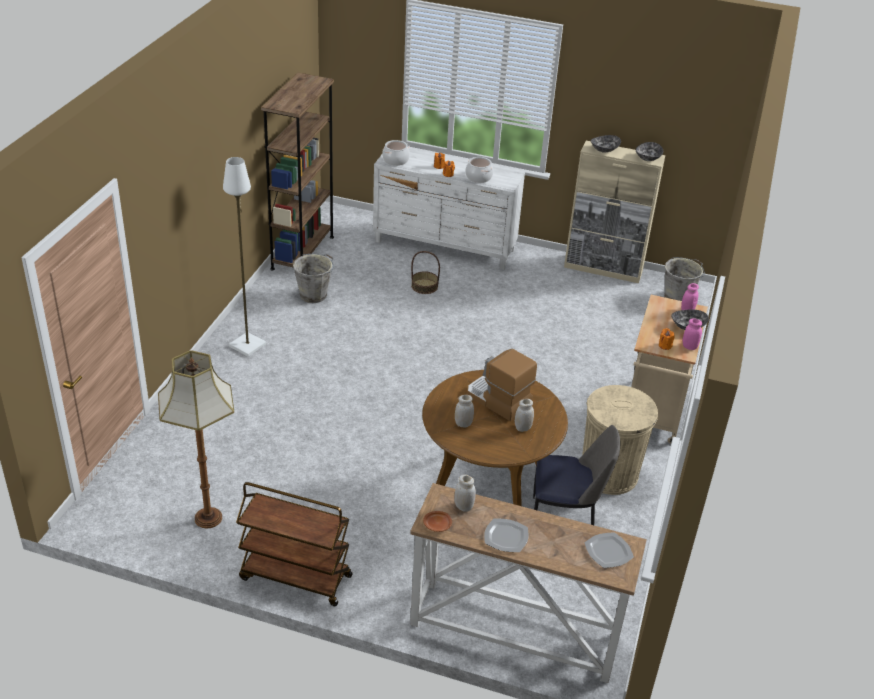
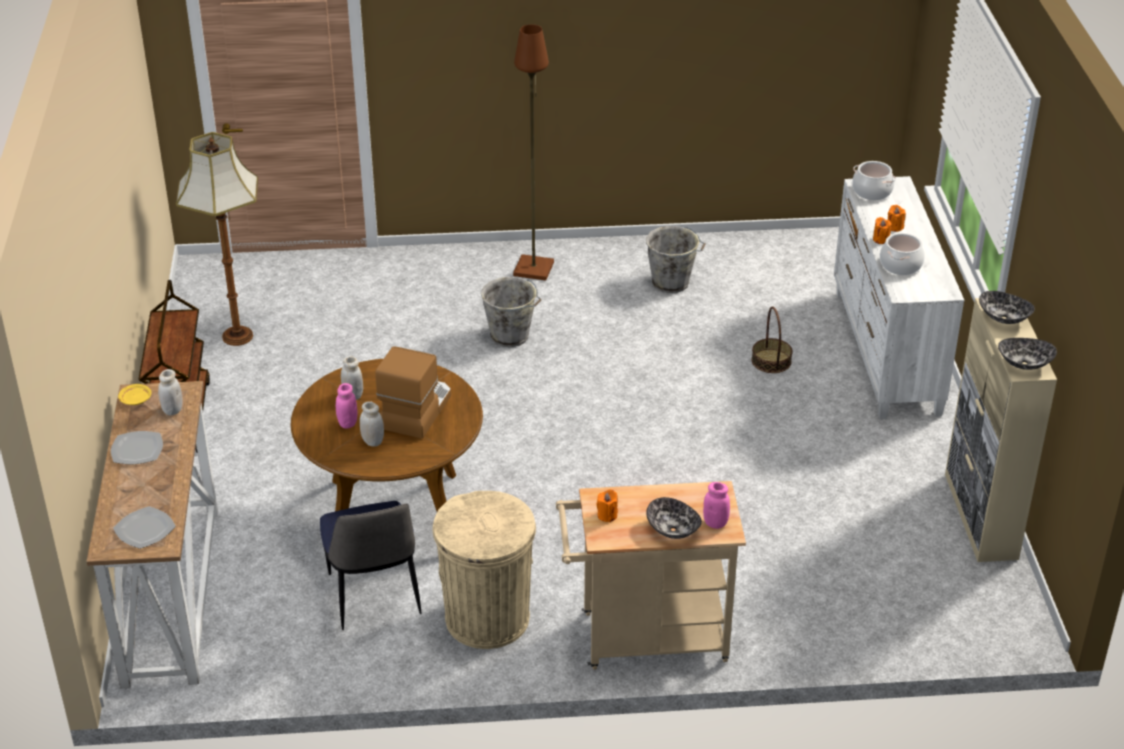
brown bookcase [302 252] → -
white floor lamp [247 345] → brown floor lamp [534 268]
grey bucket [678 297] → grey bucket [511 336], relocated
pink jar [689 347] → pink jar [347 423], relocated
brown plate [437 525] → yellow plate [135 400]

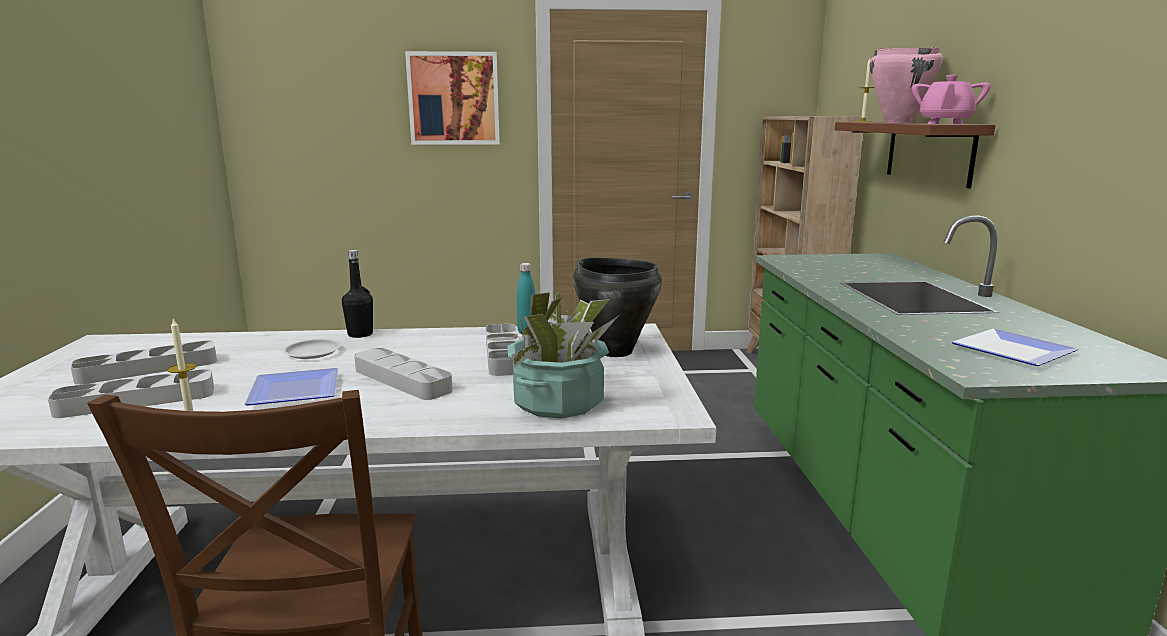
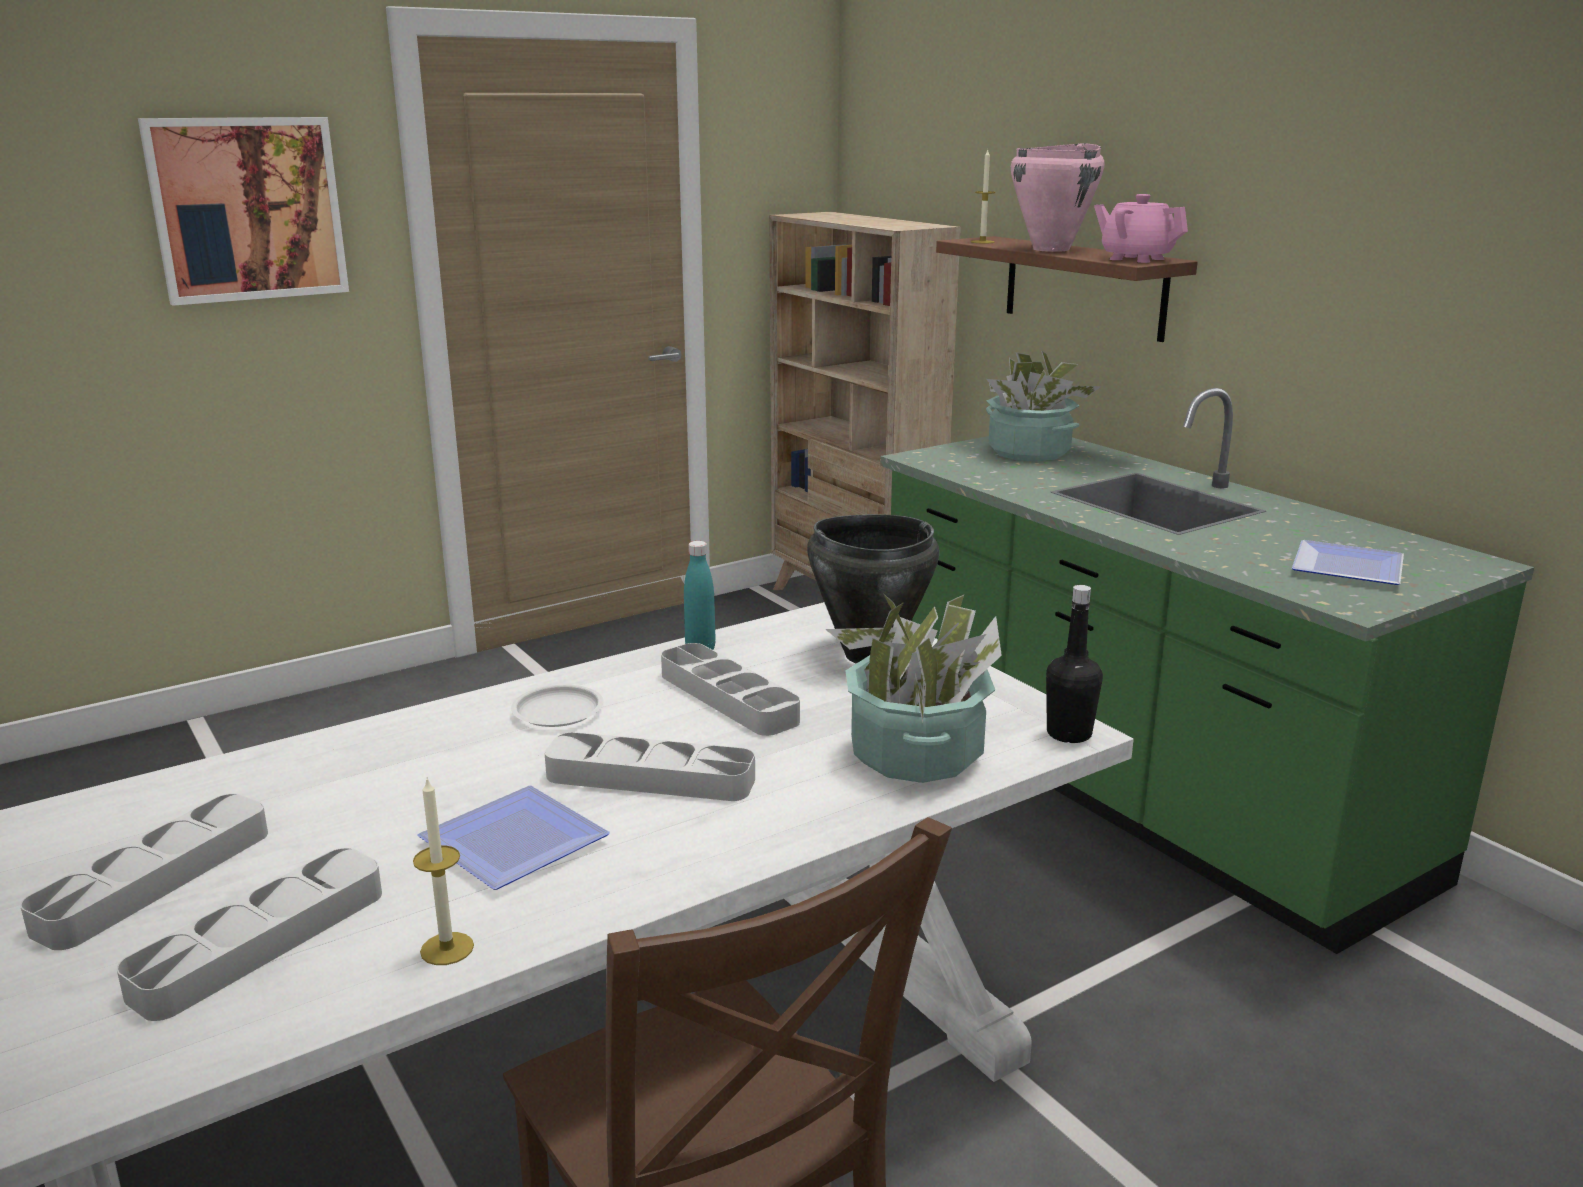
pink teapot [945 123] → pink teapot [1136 259], 135 degrees clockwise
black bottle [360 334] → black bottle [1069 734], relocated
white plate [313 352] → white plate [558 711], relocated
- → potted plant [1028 452]

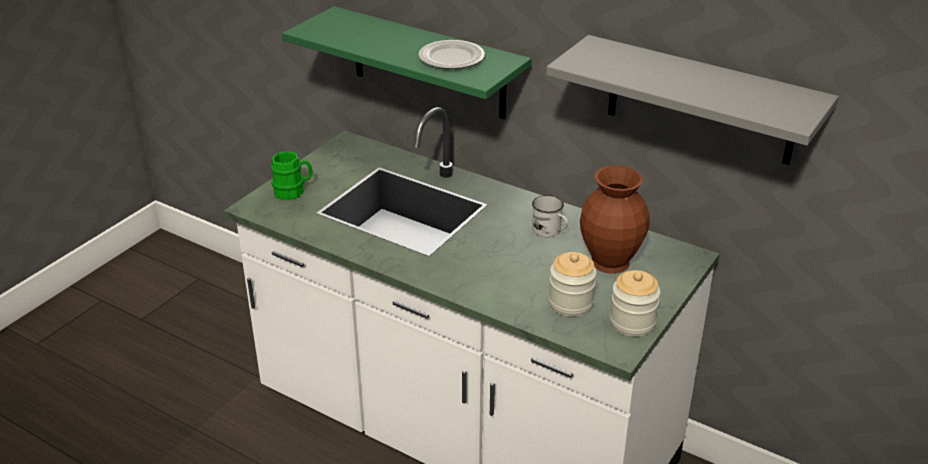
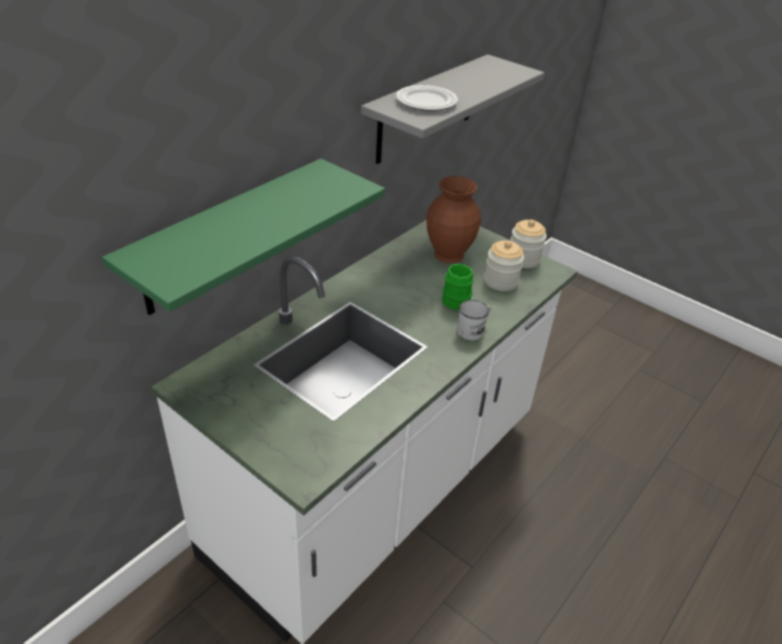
plate [451 58] → plate [426 102], relocated
green mug [293 191] → green mug [455 299], relocated
white mug [550 231] → white mug [473 330], relocated

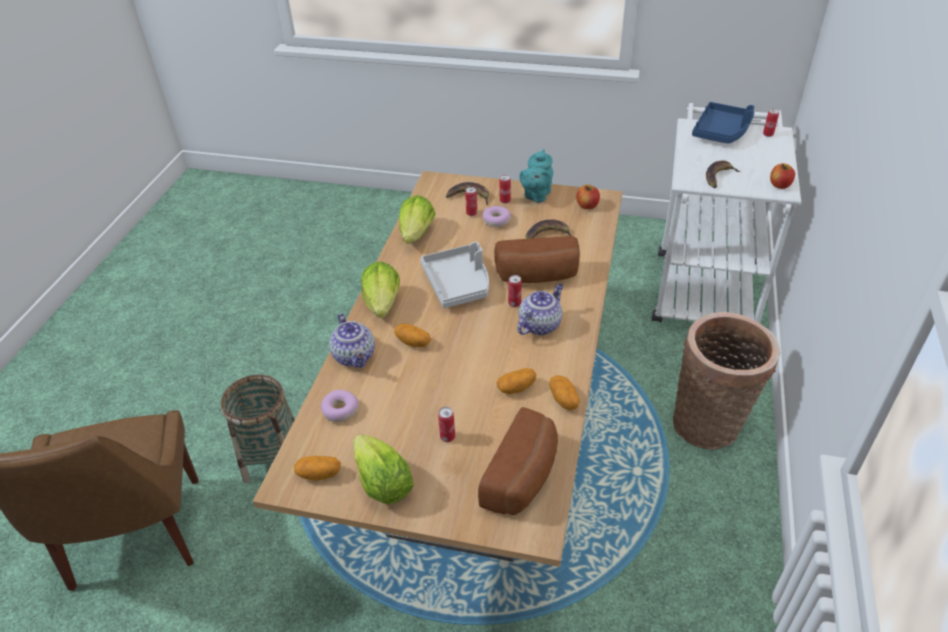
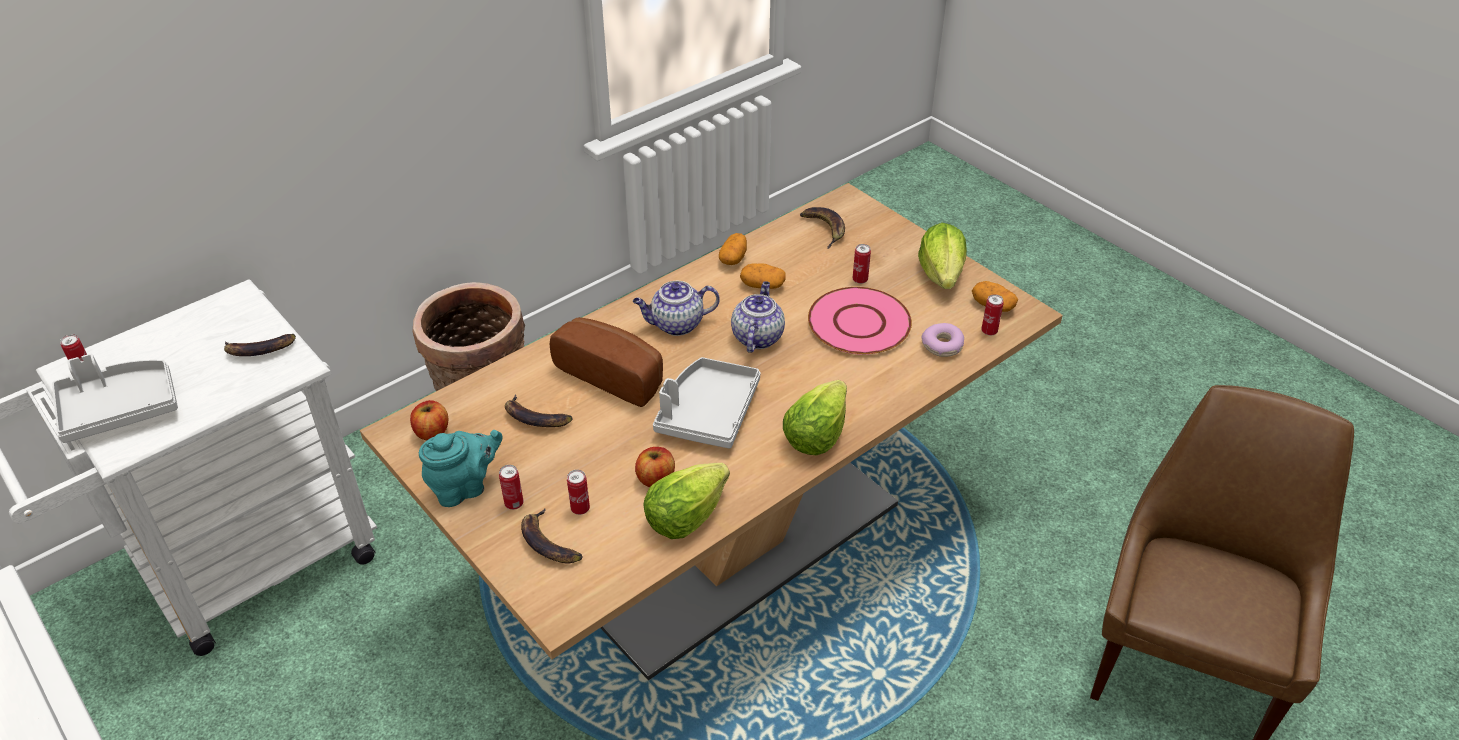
blue tray [721 132] → grey tray [119 408]
apple [780 185] → apple [655 478], relocated
donut [496 221] → -
can [514 303] → can [989 331], relocated
teapot [355 357] → teapot [757 337], relocated
potato [413 342] → -
basket [272 458] → -
bread [524 477] → banana [824 229]
- → pink plate [859 323]

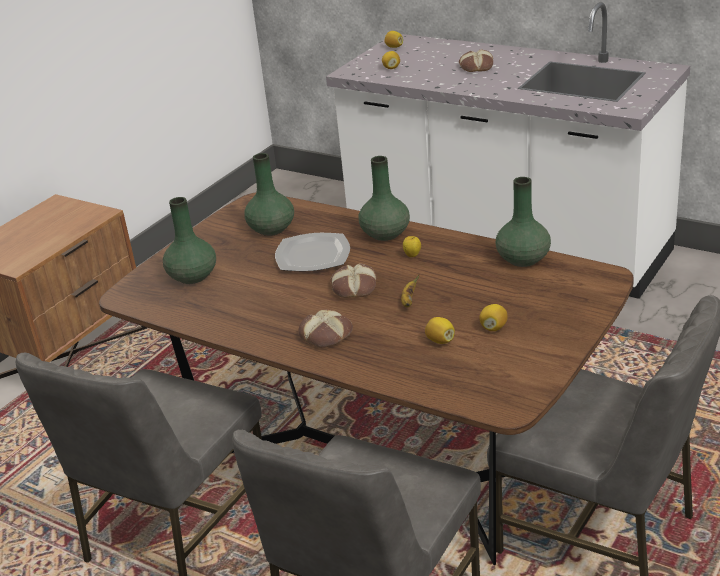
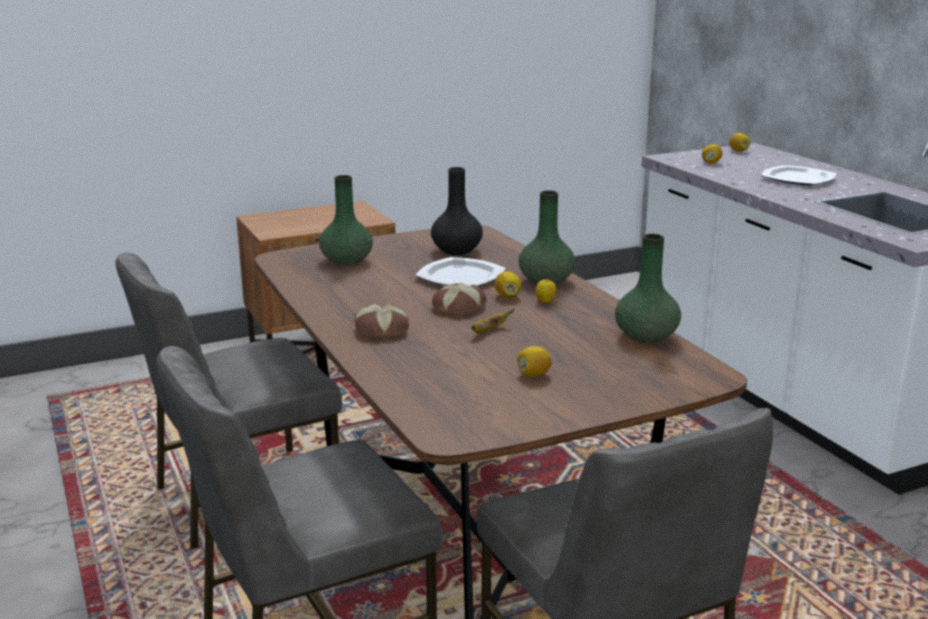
bread [476 66] → plate [797 178]
green vase [271 229] → black vase [456 250]
lemon [440 341] → lemon [507 296], relocated

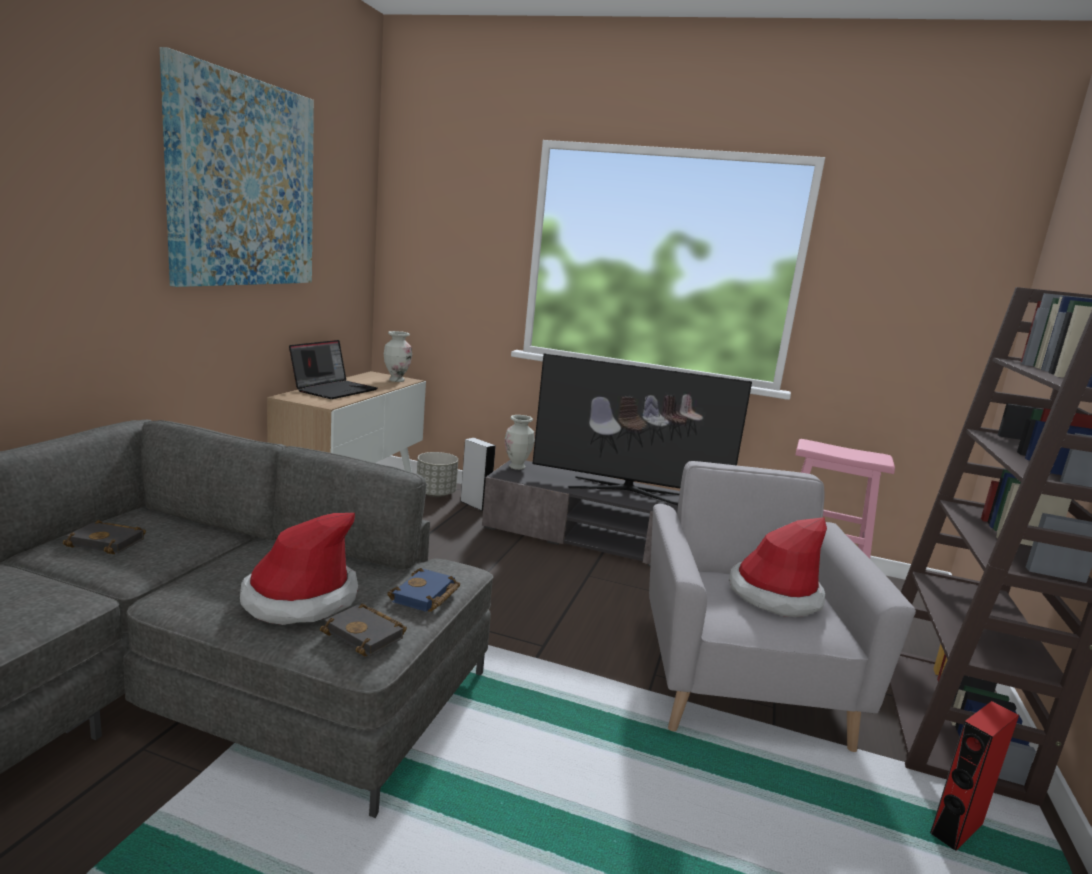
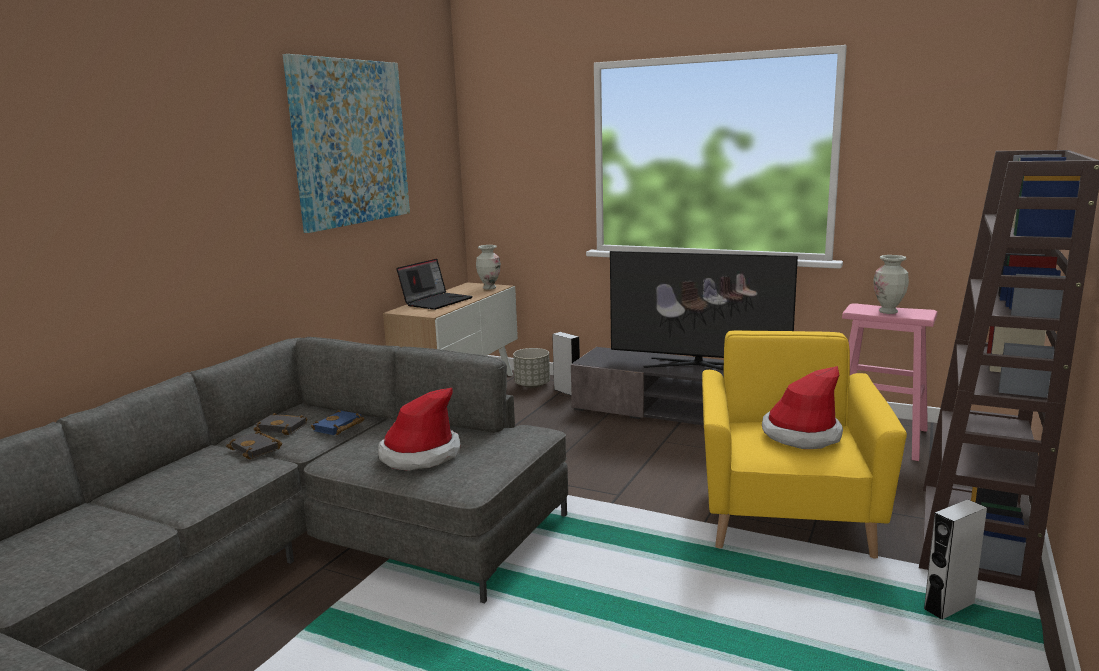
vase [517 467] → vase [888 312], relocated
grey armchair [740 681] → yellow armchair [786 513]
blue book [425 596] → blue book [338 427], relocated
black book [367 635] → black book [257 449], relocated
red speaker [956 830] → grey speaker [949 607]

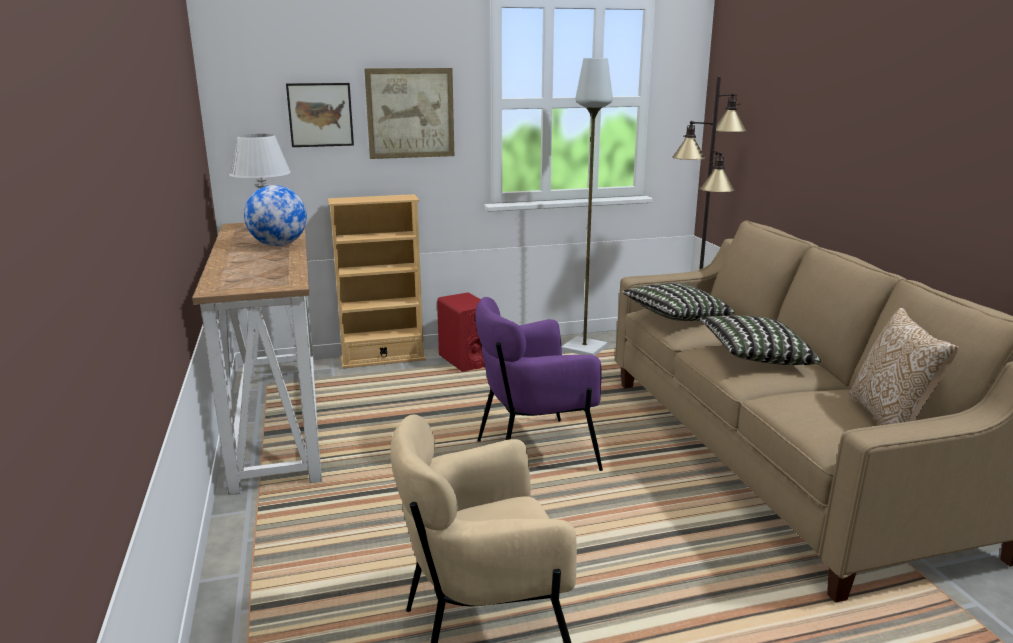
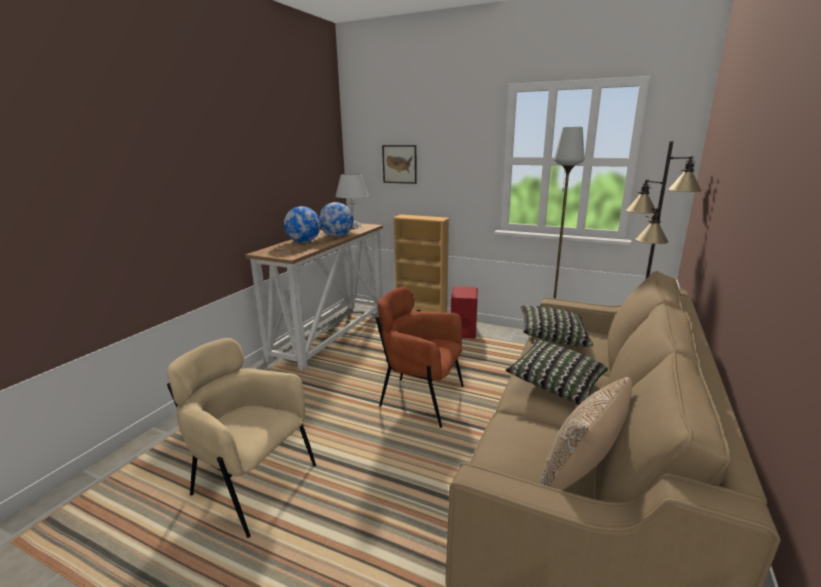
picture [410 113] → -
purple armchair [535 452] → brown armchair [421 399]
- → globe [304 242]

